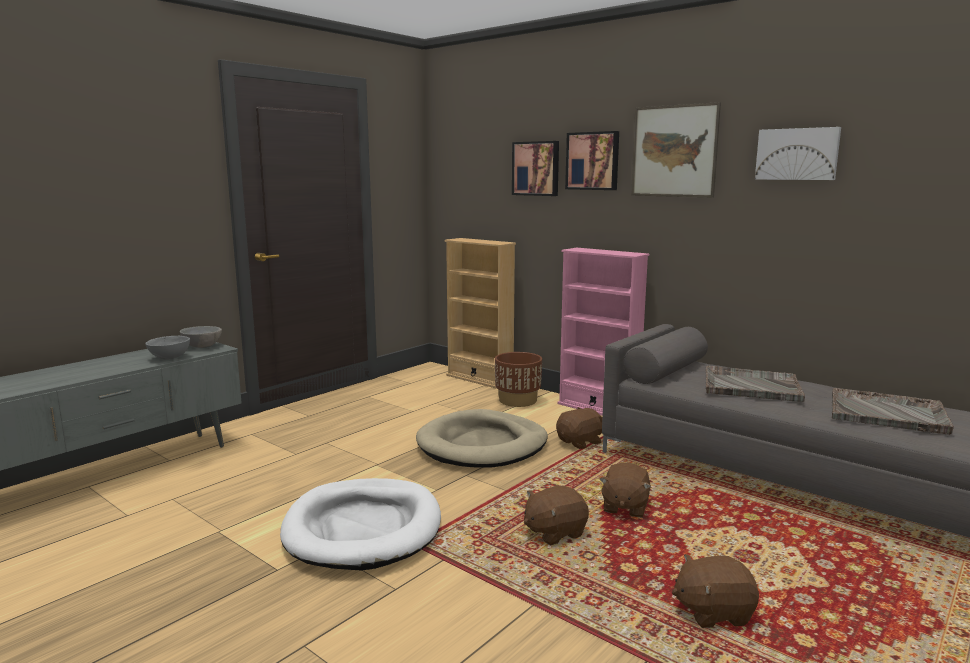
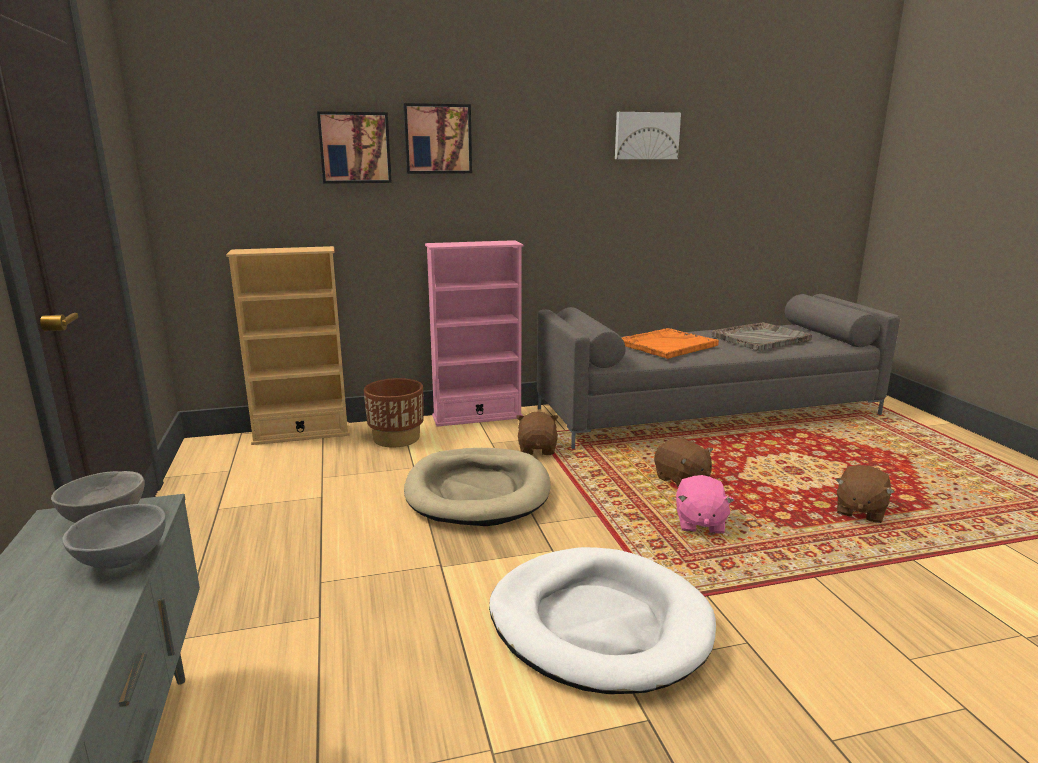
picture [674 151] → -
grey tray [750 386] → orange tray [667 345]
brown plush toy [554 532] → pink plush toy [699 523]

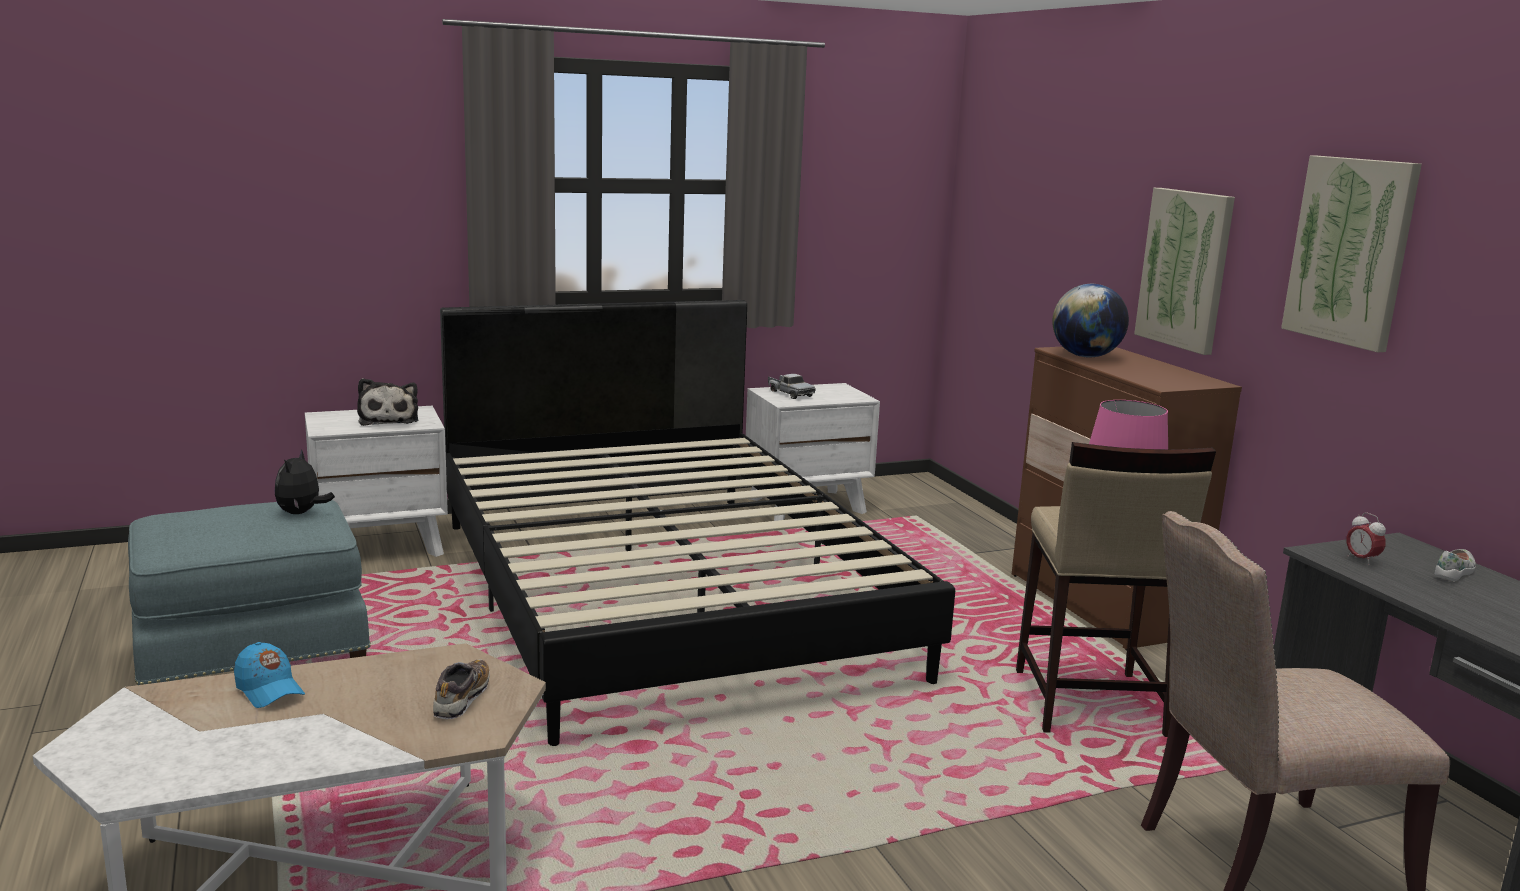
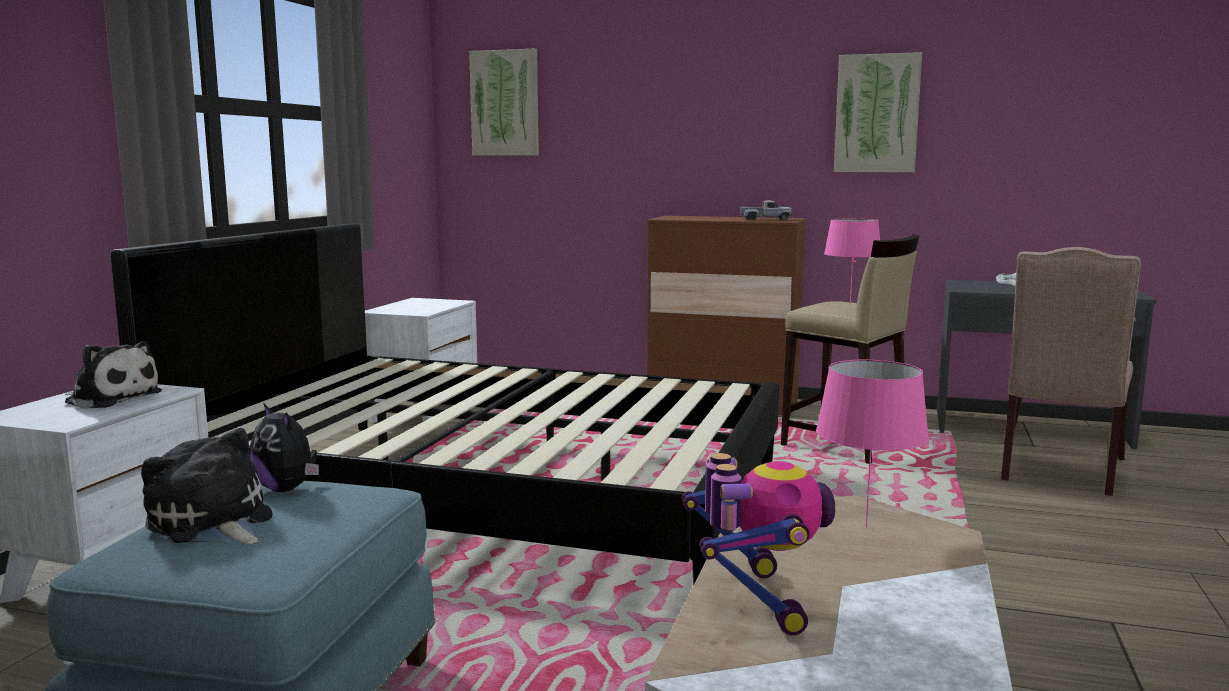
picture [1185 269] → picture [505 103], relocated
globe [1085 356] → -
toy truck [789 393] → toy truck [765 219], relocated
alarm clock [1361 560] → -
blue cap [269 690] → toy robot [755 600]
shoe [461 699] → pink table lamp [866 527]
- → plush toy [212 523]

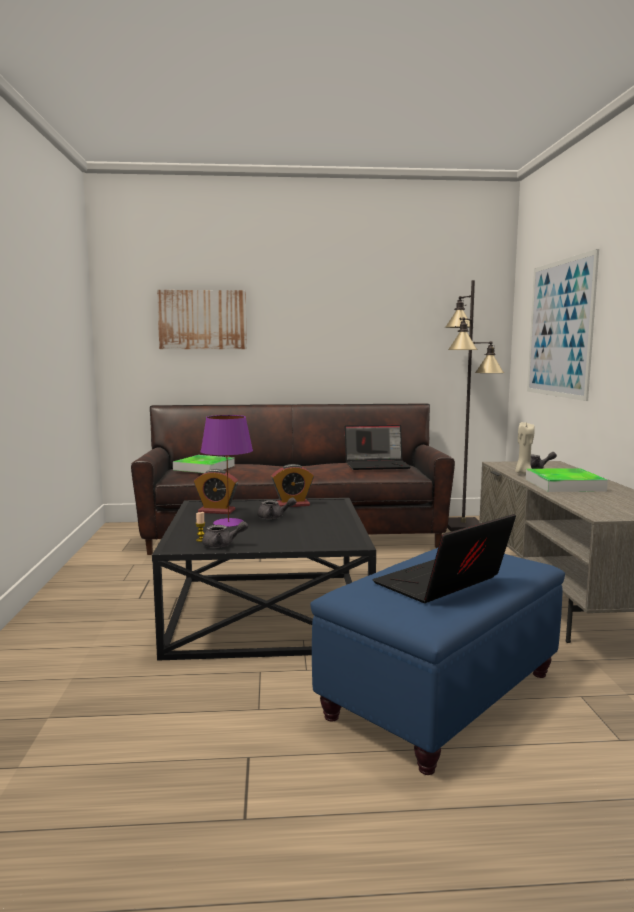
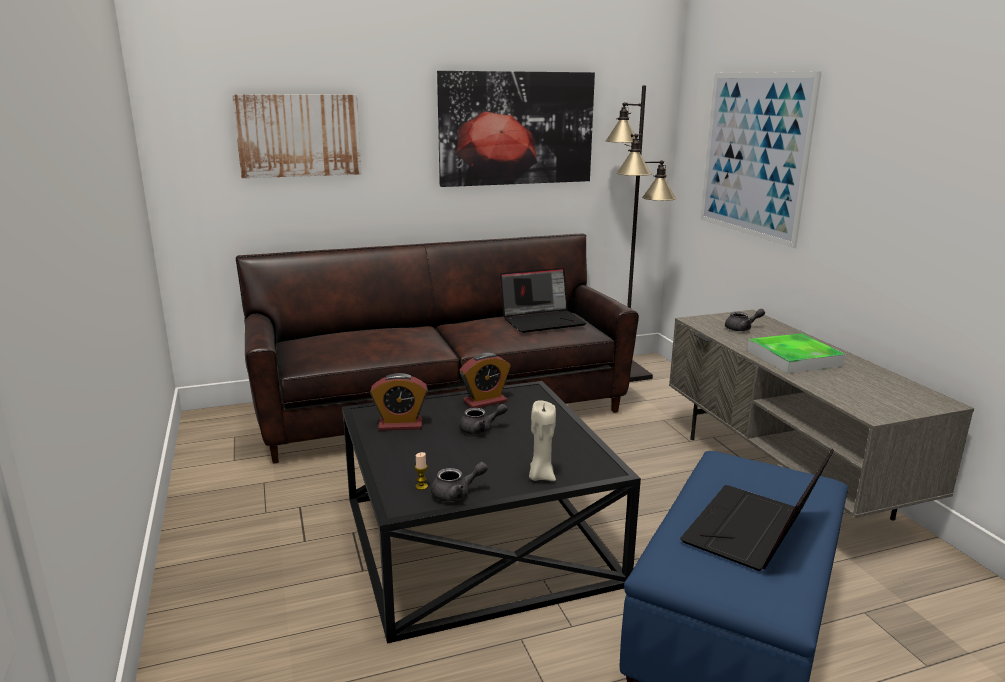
purple table lamp [229 522] → -
beige candle [523 473] → beige candle [541 476], relocated
tray [204 468] → -
- → picture [516 128]

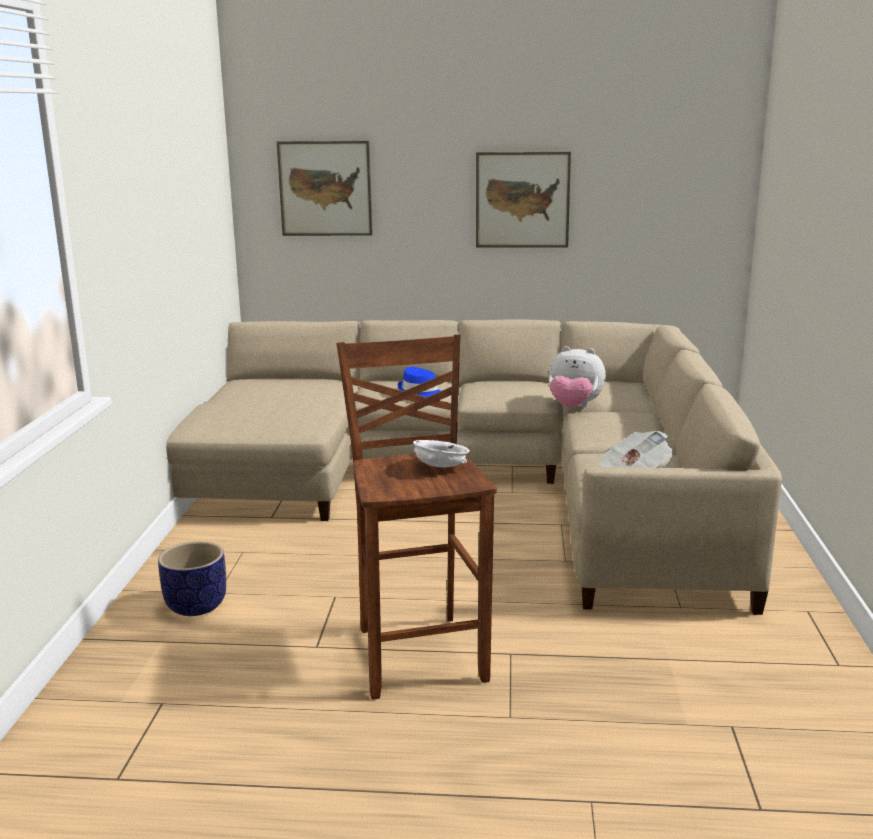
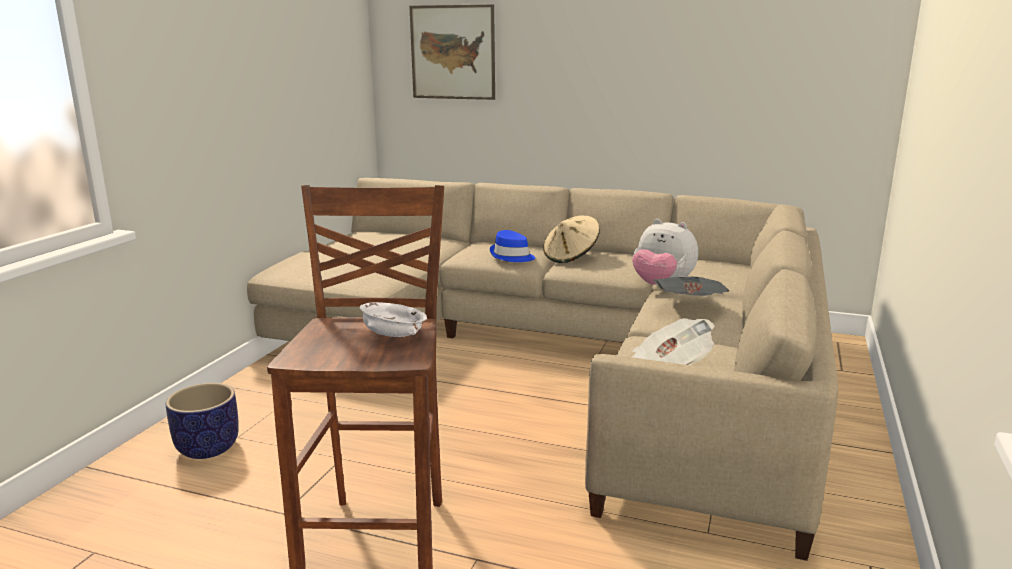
picture [522 200] → -
- → beige hat [571 257]
- → newspaper [689 306]

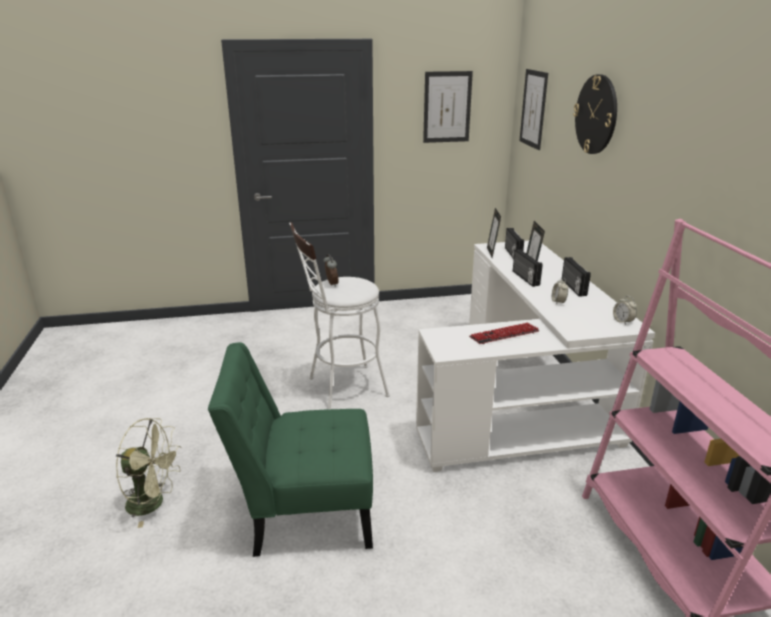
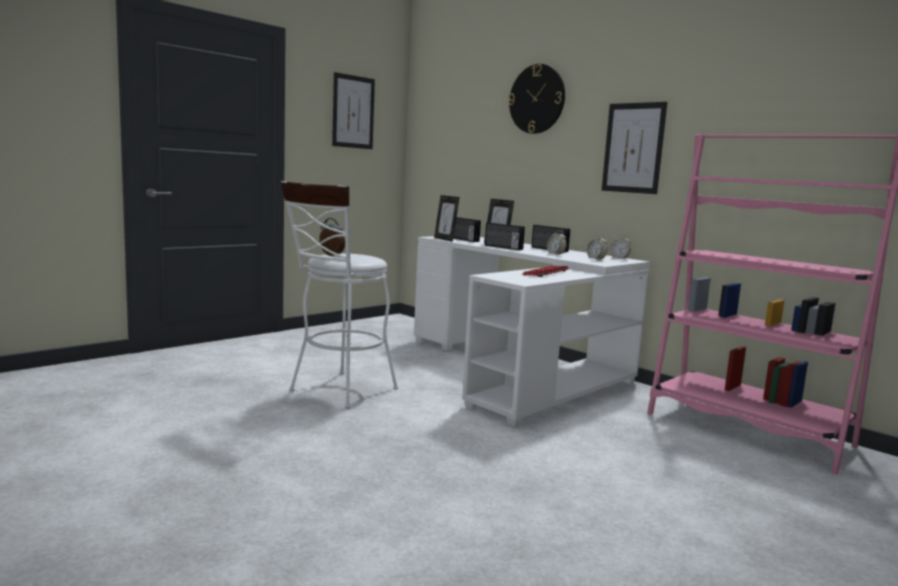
picture [533 109] → picture [633 148], relocated
green chair [304 511] → -
green fan [153 503] → -
- → alarm clock [596 259]

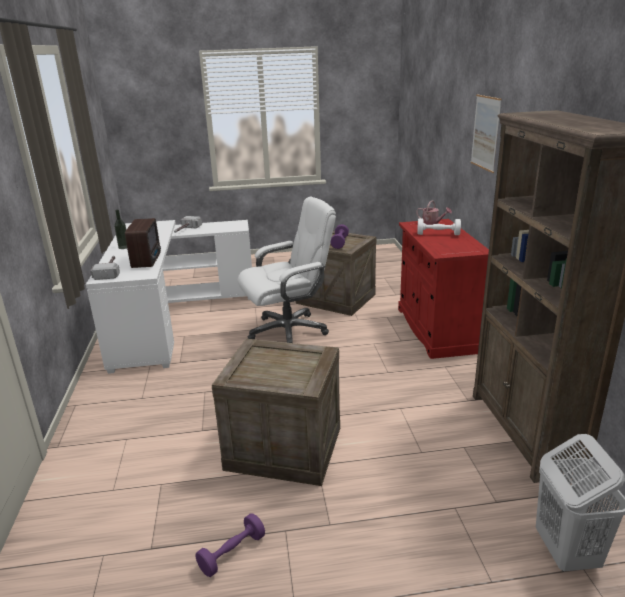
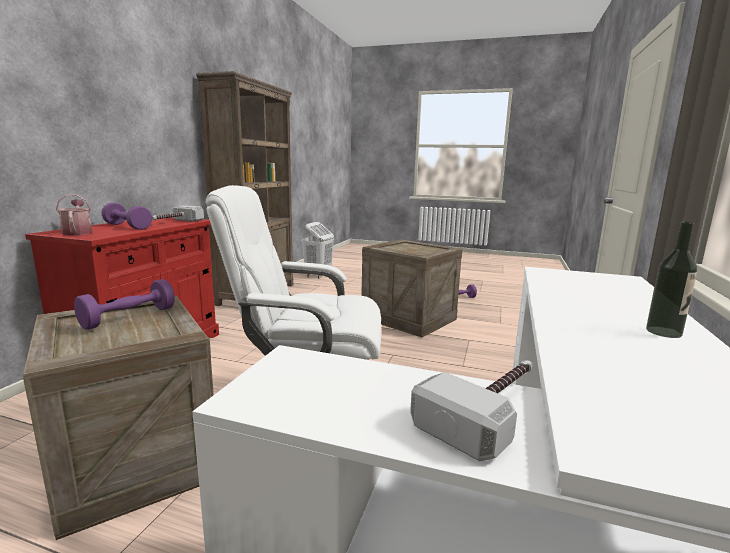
picture [485 133] → -
radio [147 260] → -
white dumbbell [438 234] → purple dumbbell [127 226]
hammer [110 270] → hammer [175 222], relocated

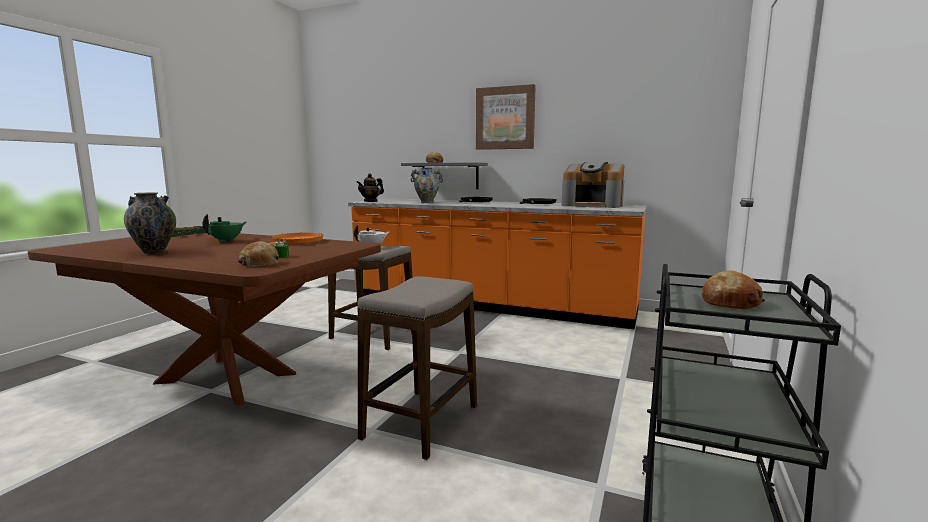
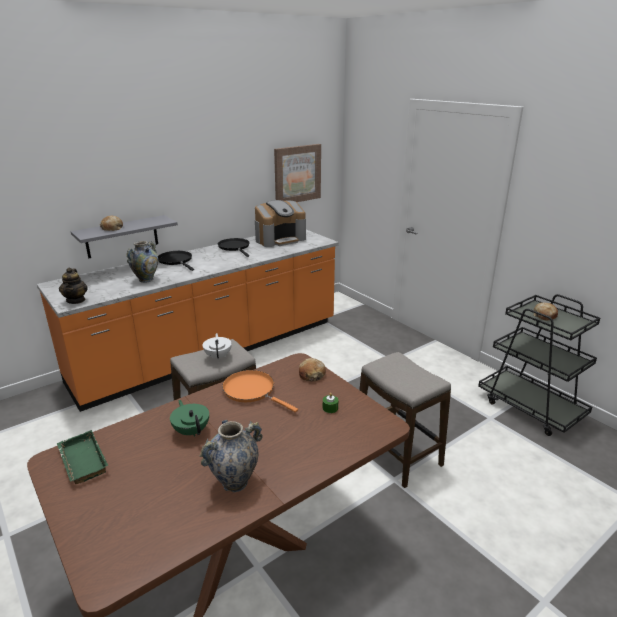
picture [505 118] → picture [297 174], relocated
bread [260 263] → bread [311 374], relocated

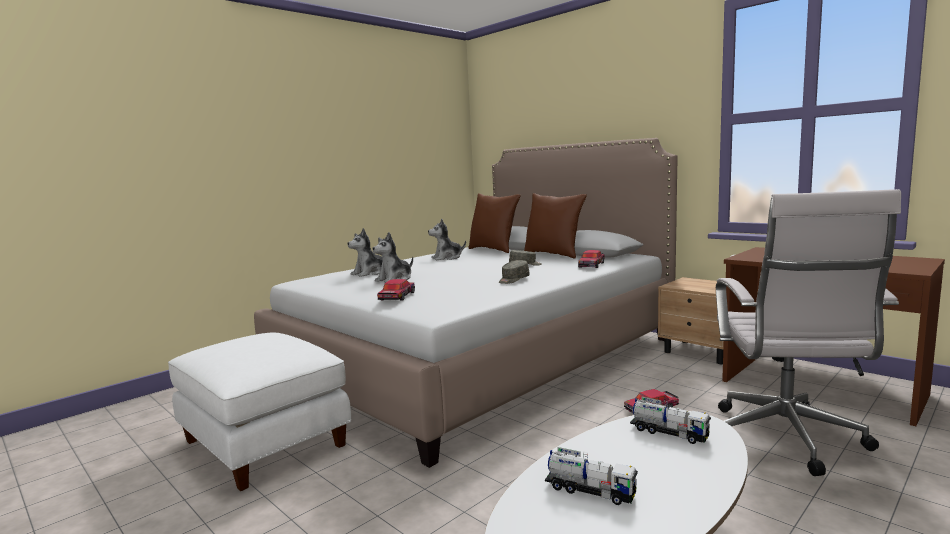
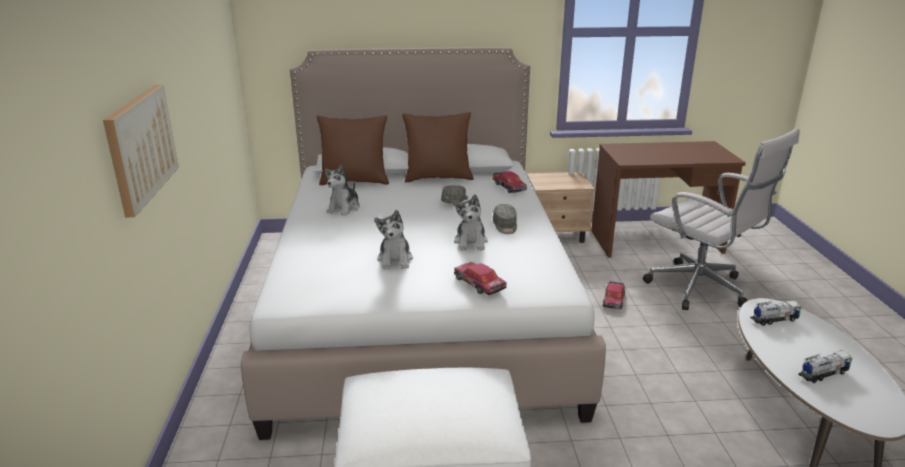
plush toy [370 273] → plush toy [471 242], relocated
- → picture [141 146]

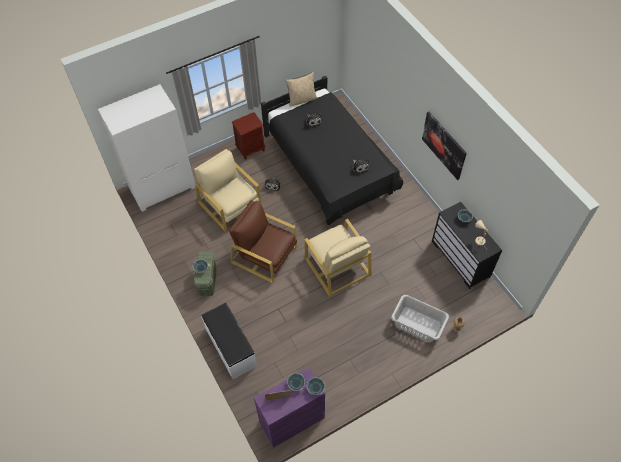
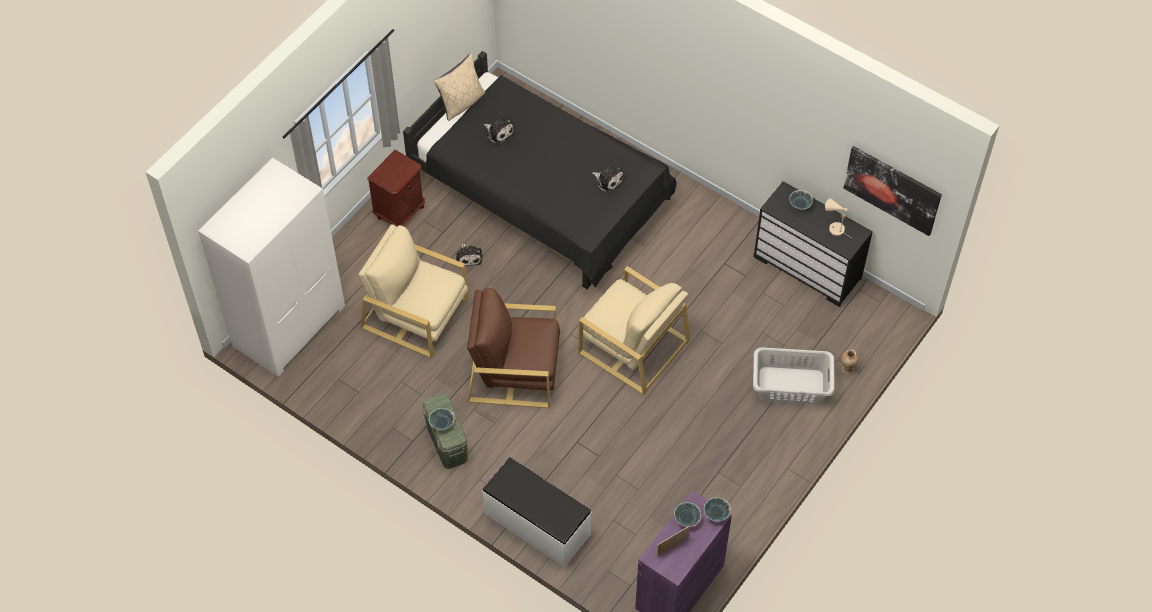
picture [444 145] → picture [892 189], relocated

